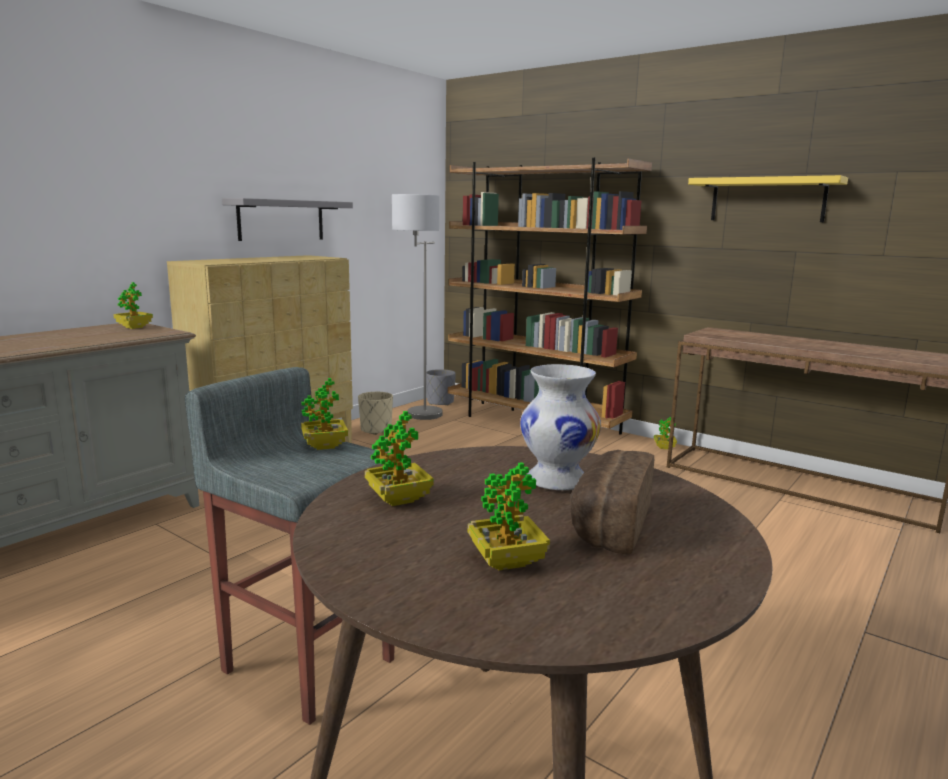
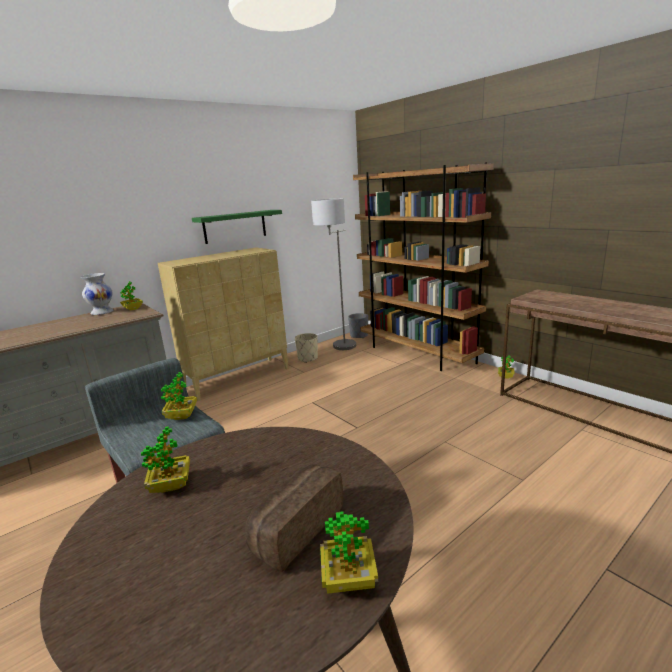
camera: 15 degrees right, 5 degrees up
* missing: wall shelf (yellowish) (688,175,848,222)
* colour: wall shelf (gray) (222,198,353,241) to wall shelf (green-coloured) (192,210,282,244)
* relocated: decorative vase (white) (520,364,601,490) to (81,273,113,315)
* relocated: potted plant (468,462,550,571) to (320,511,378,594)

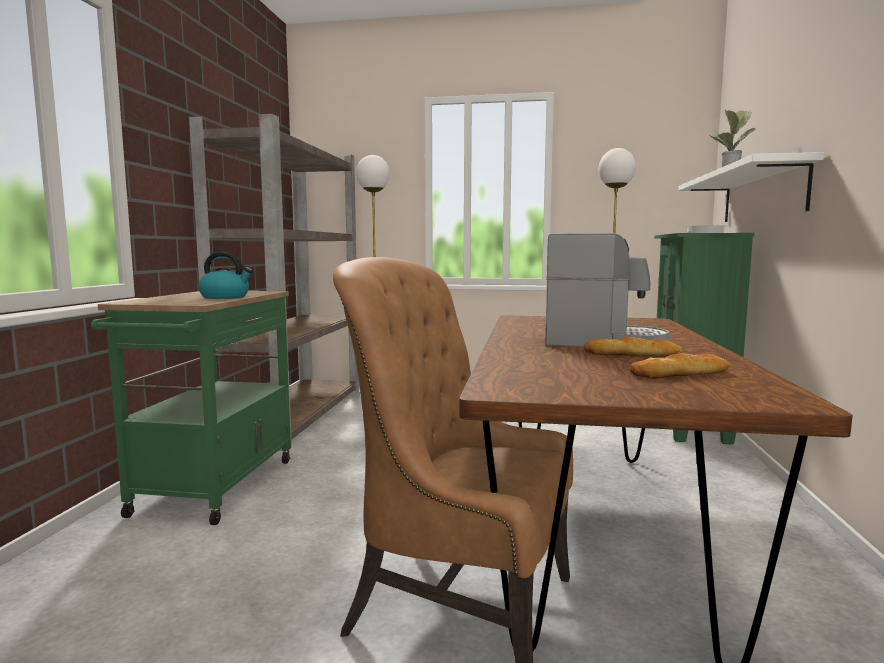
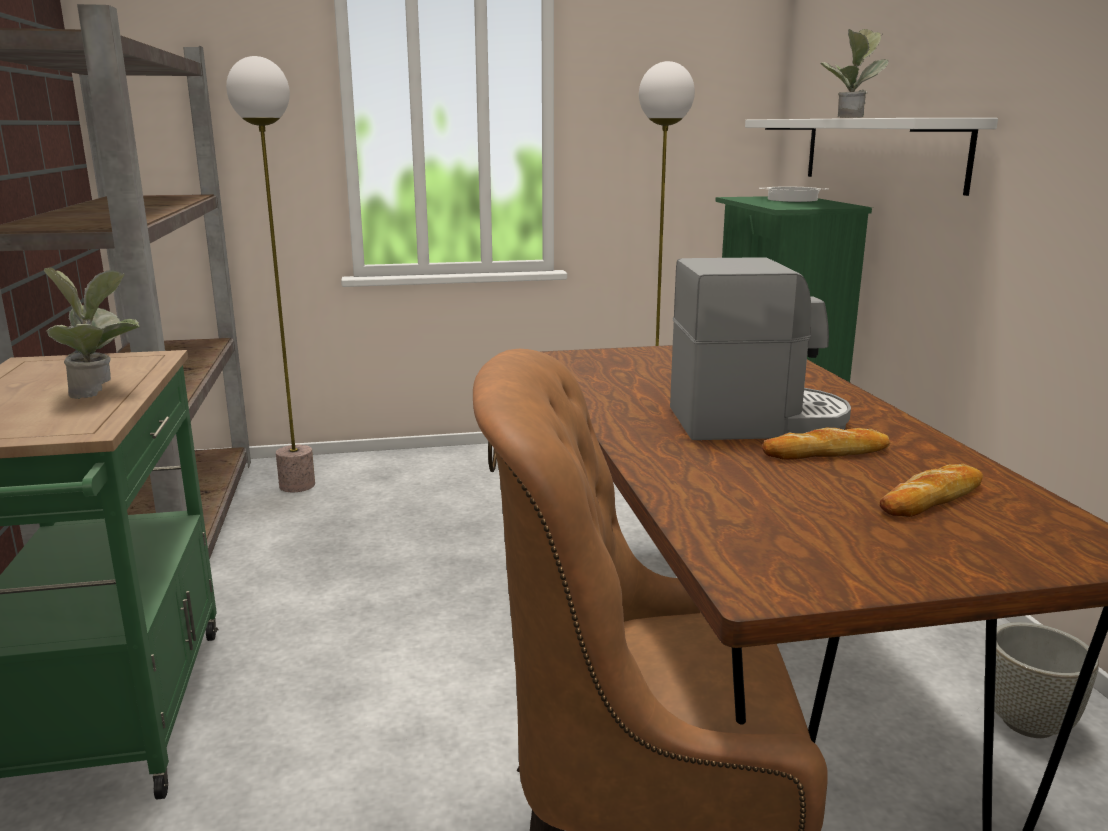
camera: 20 degrees left, 10 degrees up
* exchanged: water kettle (198,252,253,299) to potted plant (44,267,140,399)
* appeared: planter (gray) (994,622,1099,738)

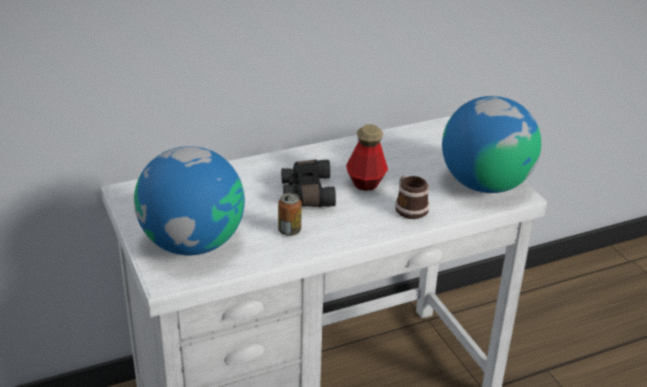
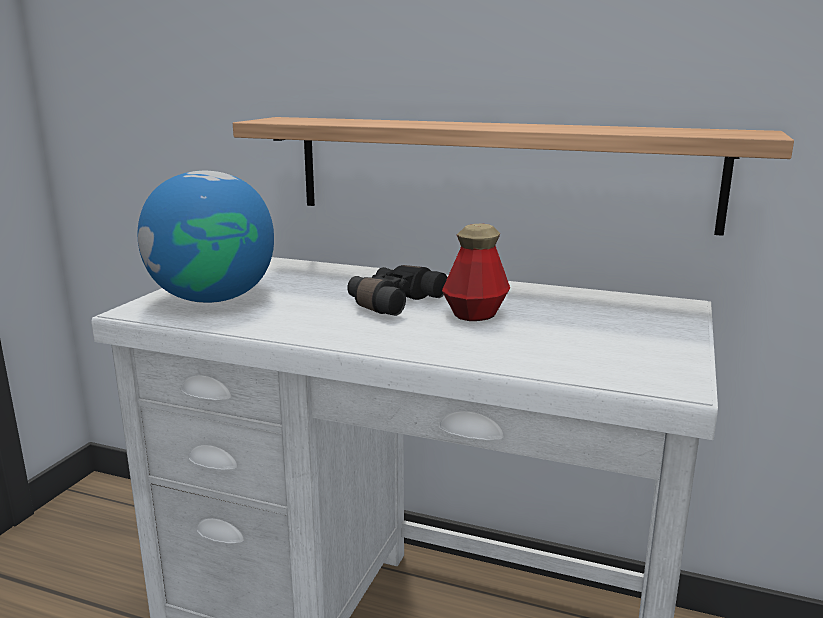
camera: 45 degrees right, 15 degrees down
* missing: desk globe (442,96,541,193)
* missing: coffee mug (395,175,429,219)
* missing: metal can (278,193,302,236)
* appeared: wall shelf (233,117,794,236)

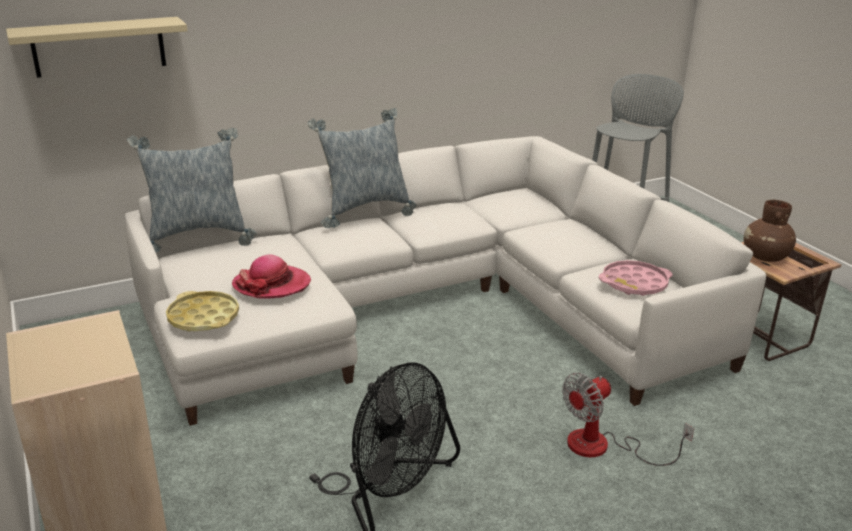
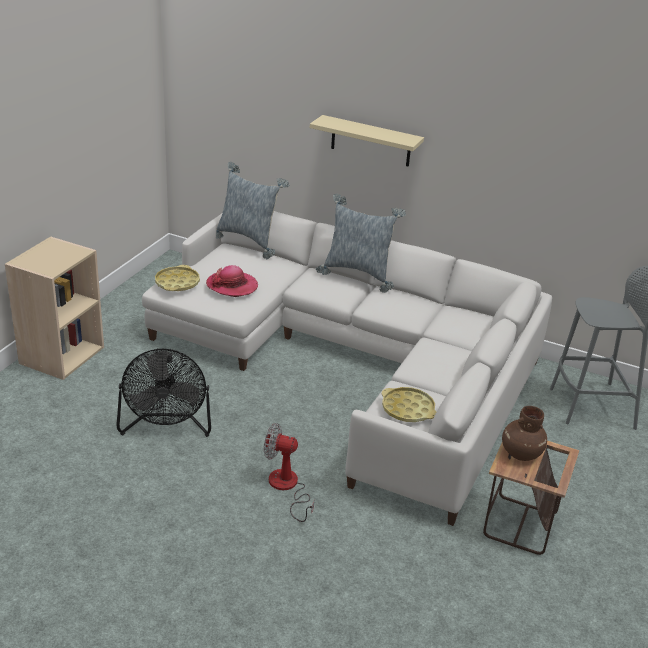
camera: 50 degrees right, 5 degrees up
* relocated: wall shelf (beige-coloured) (6,17,187,78) to (310,115,424,167)
* colour: carrying tray (pinkish) (599,260,673,296) to carrying tray (yellowish) (382,387,436,422)

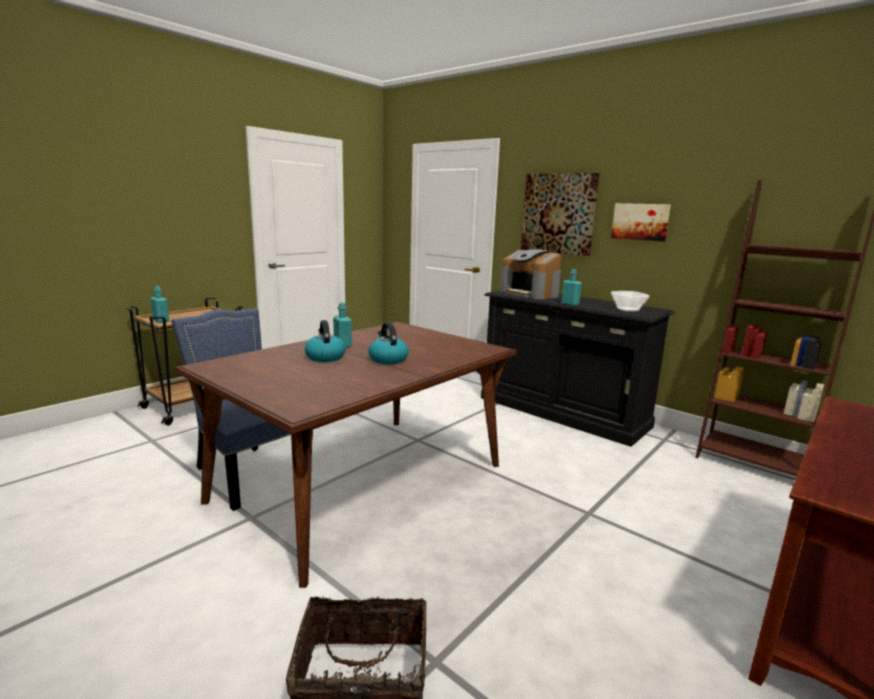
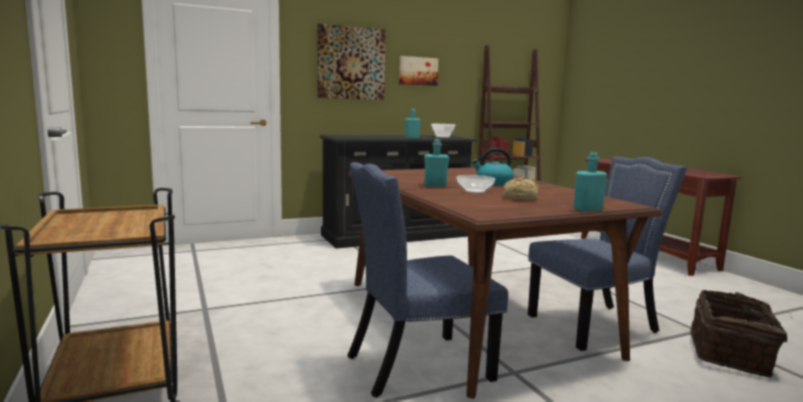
camera: 65 degrees left, 5 degrees down
* missing: coffee maker (500,249,562,299)
* relocated: beverage bottle (turquoise) (150,286,169,323) to (574,152,607,212)
* exchanged: water kettle (305,320,345,362) to deep dish (457,175,495,193)
* appeared: chair (bluish) (528,156,687,351)
* appeared: bakery bread (503,177,539,201)

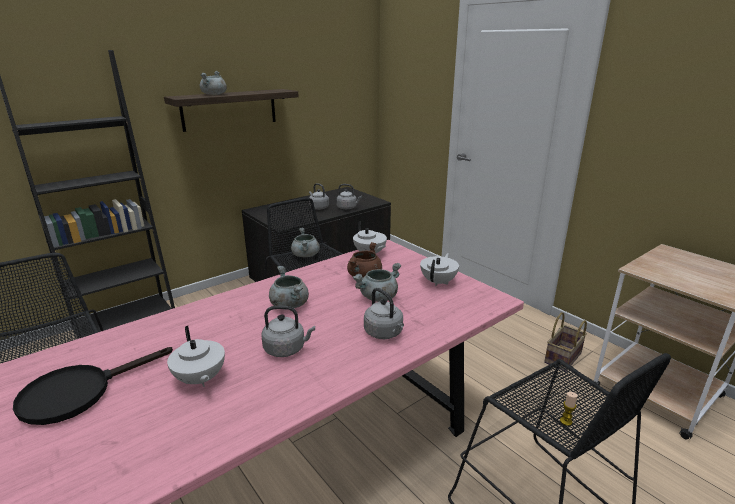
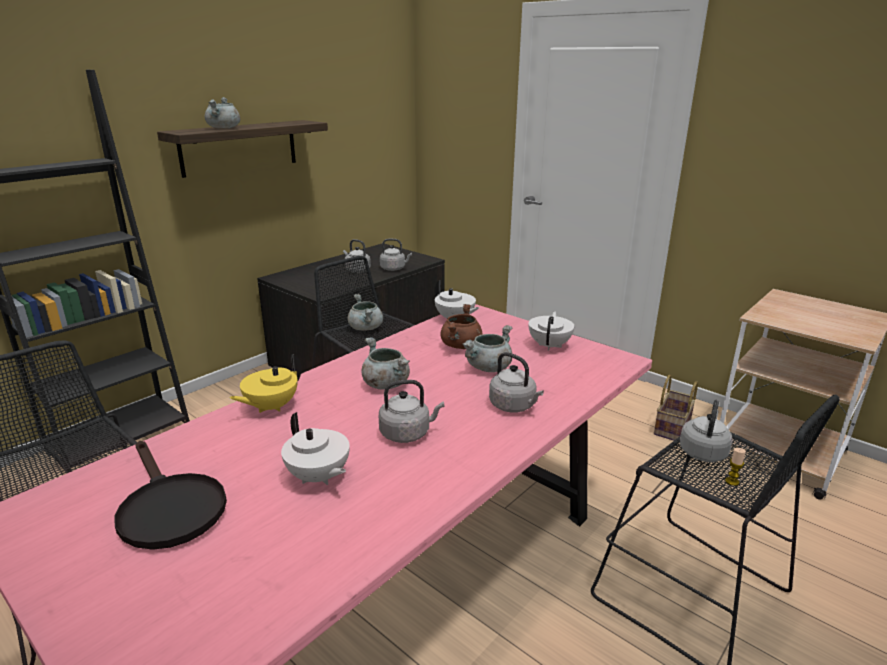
camera: 10 degrees left, 0 degrees up
* spun: skillet (blackish) (13,347,173,425) = (114,441,227,550) 75 degrees counterclockwise
* appeared: pot for tea (yellowish) (230,354,302,413)
* appeared: water kettle (gray) (680,400,733,462)

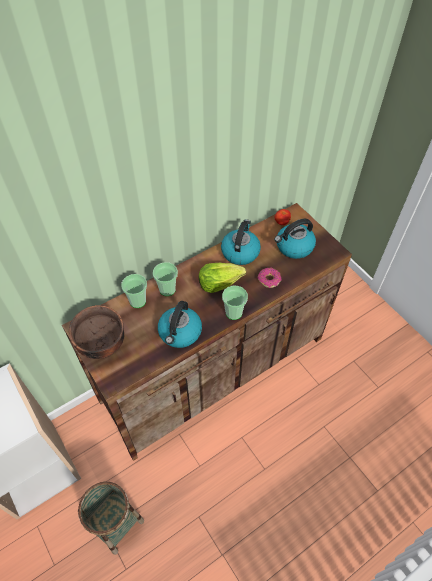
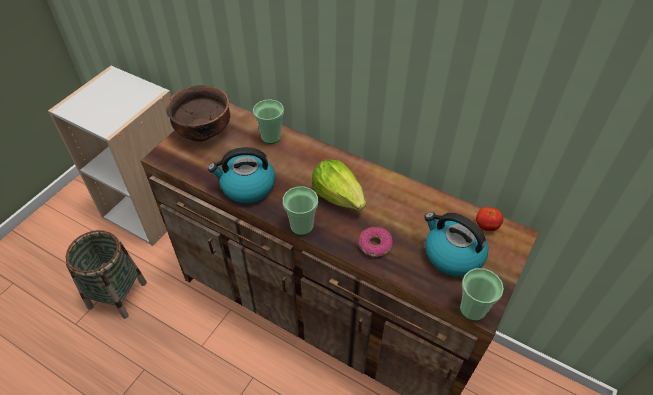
camera: 65 degrees right, 5 degrees down
* missing: water kettle (221,219,261,265)
* relocated: cup (153,262,178,296) to (460,268,504,321)

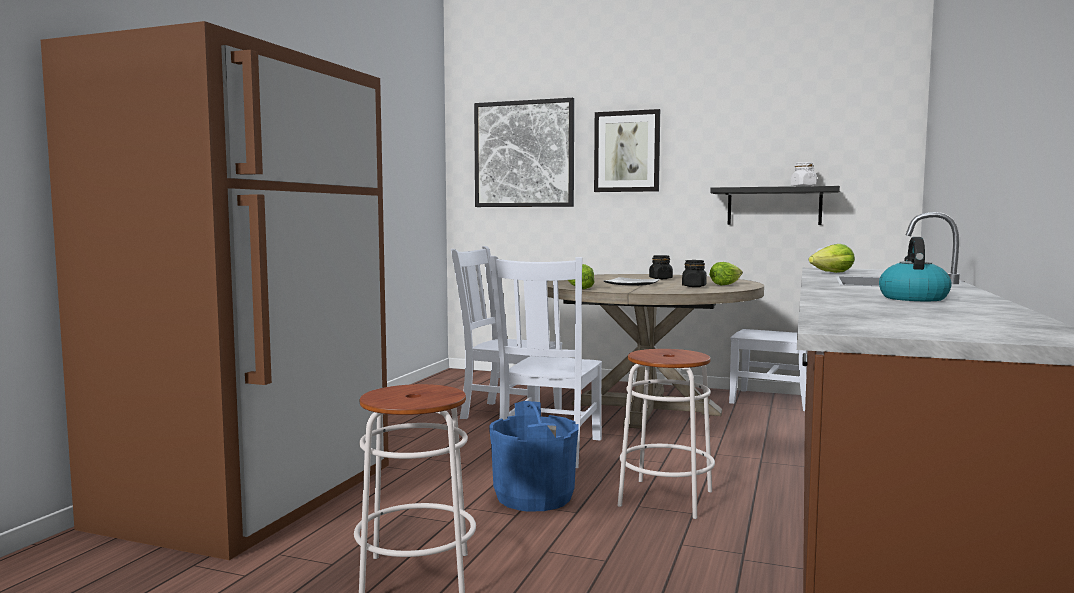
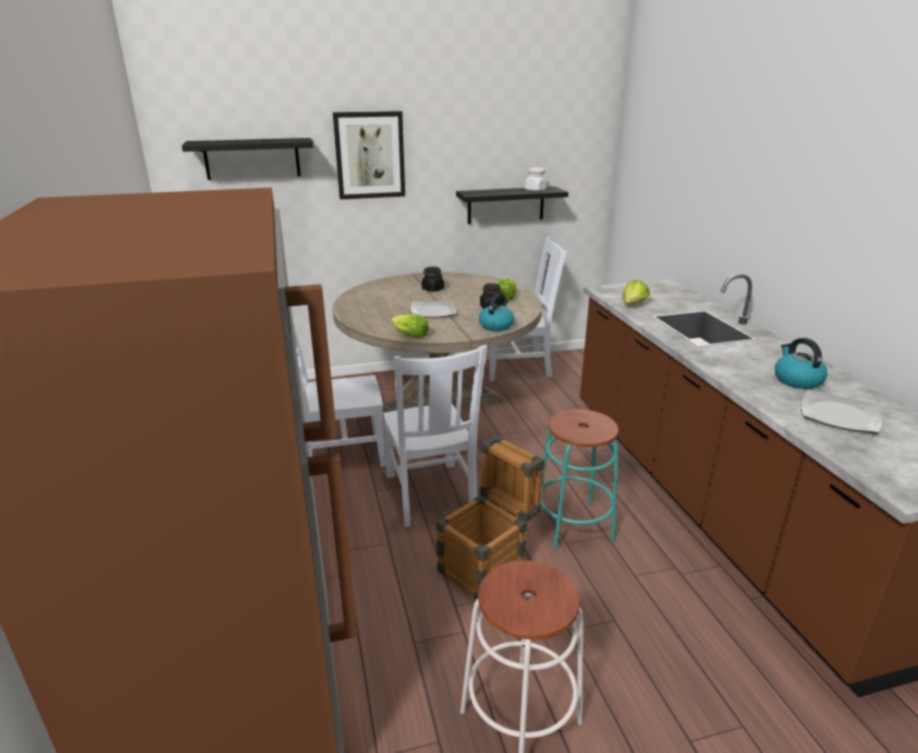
camera: 35 degrees left, 20 degrees up
* exchanged: wall art (474,98,574,207) to wall shelf (blackish) (182,138,314,180)
* colour: stool (white) (618,349,715,519) to stool (turquoise) (541,409,619,550)
* exchanged: water bucket (bluish) (489,401,578,512) to packing crate (436,435,545,600)
* appeared: water kettle (479,293,514,331)
* appeared: dinner plate (801,390,882,433)

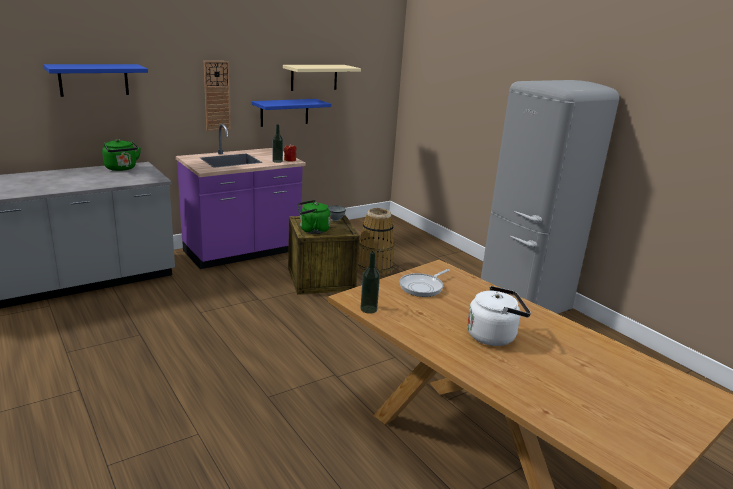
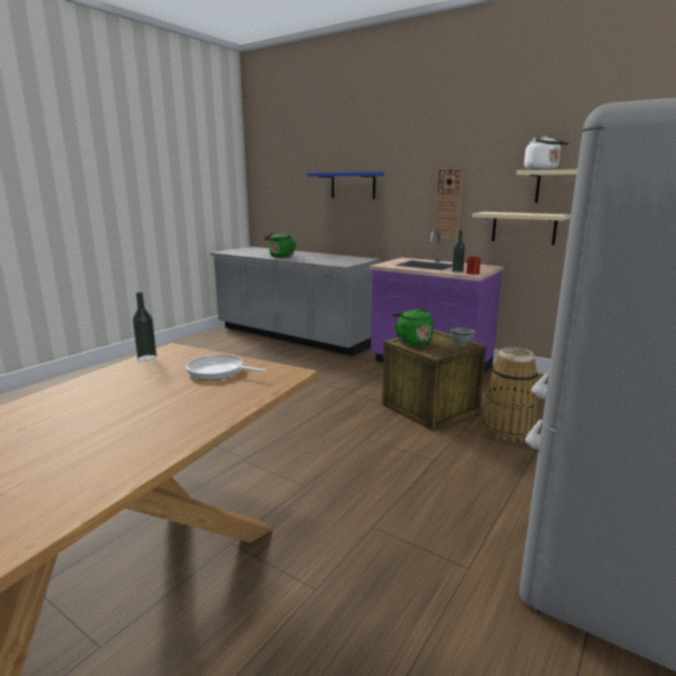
camera: 70 degrees right, 5 degrees down
* colour: wall shelf (bluish) (252,99,331,127) to wall shelf (beige-coloured) (472,212,571,245)
* relocated: water kettle (green-coloured) (102,139,141,171) to (264,232,296,258)
* relocated: water kettle (white) (467,286,531,346) to (524,136,569,170)

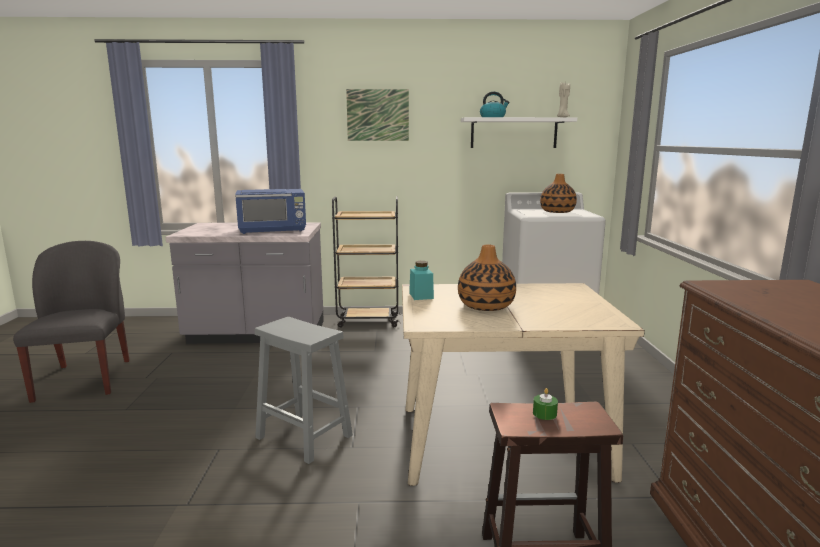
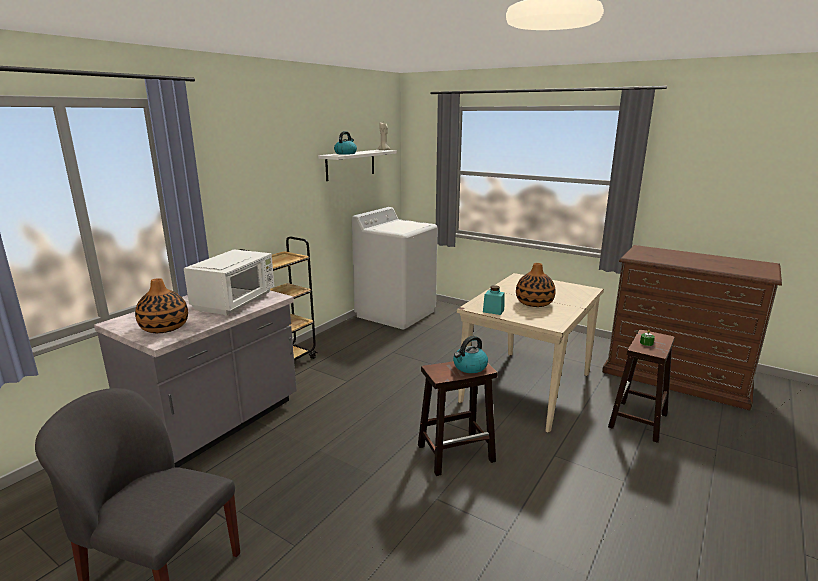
camera: 55 degrees left, 5 degrees up
* missing: wall art (346,89,409,141)
* relocated: decorative vase (540,174,577,213) to (135,278,188,333)
* colour: microwave oven (bluish) (235,189,306,234) to microwave oven (white) (184,249,274,316)
* colour: stool (gray) (255,317,353,464) to stool (brown) (418,361,498,476)
* appeared: water kettle (453,336,488,373)

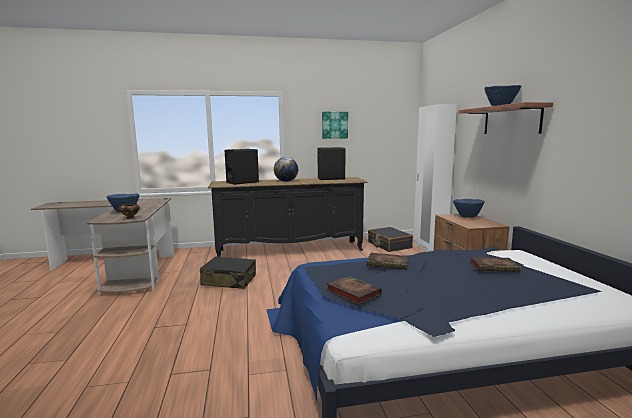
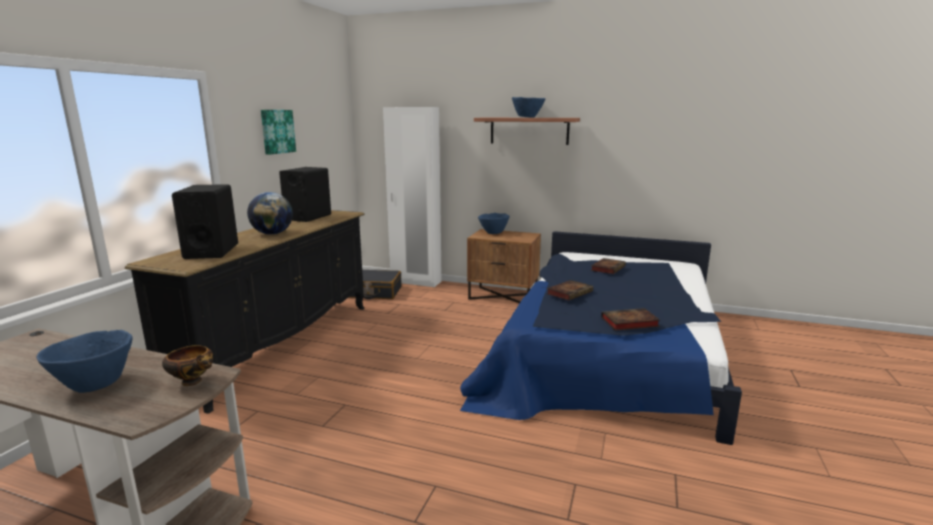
camera: 60 degrees left, 5 degrees up
* missing: travel case (blackish) (200,256,256,289)

